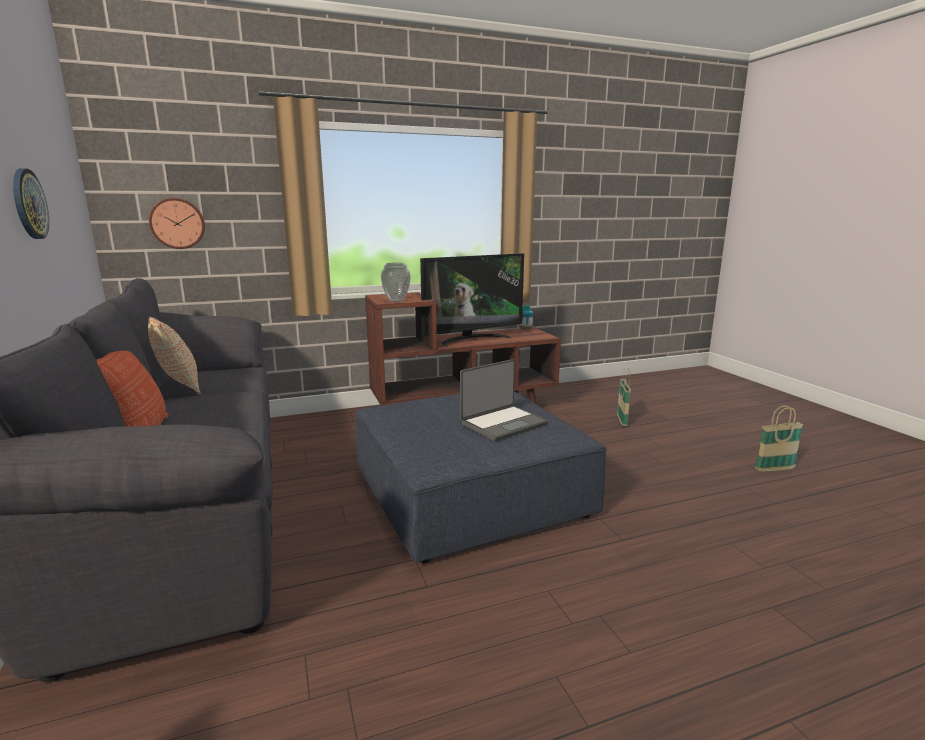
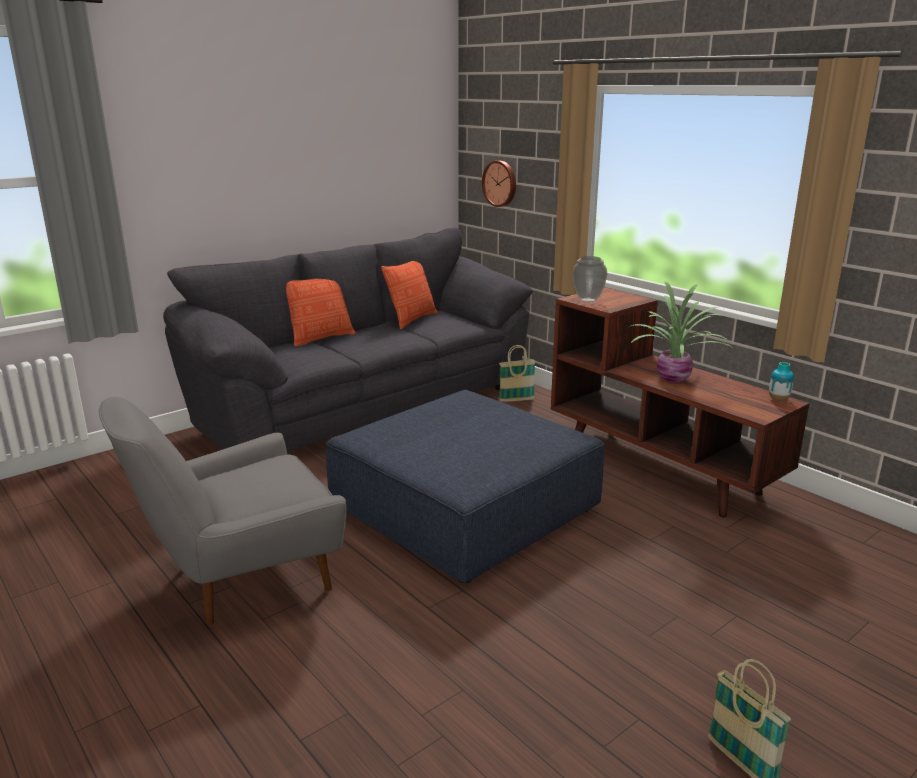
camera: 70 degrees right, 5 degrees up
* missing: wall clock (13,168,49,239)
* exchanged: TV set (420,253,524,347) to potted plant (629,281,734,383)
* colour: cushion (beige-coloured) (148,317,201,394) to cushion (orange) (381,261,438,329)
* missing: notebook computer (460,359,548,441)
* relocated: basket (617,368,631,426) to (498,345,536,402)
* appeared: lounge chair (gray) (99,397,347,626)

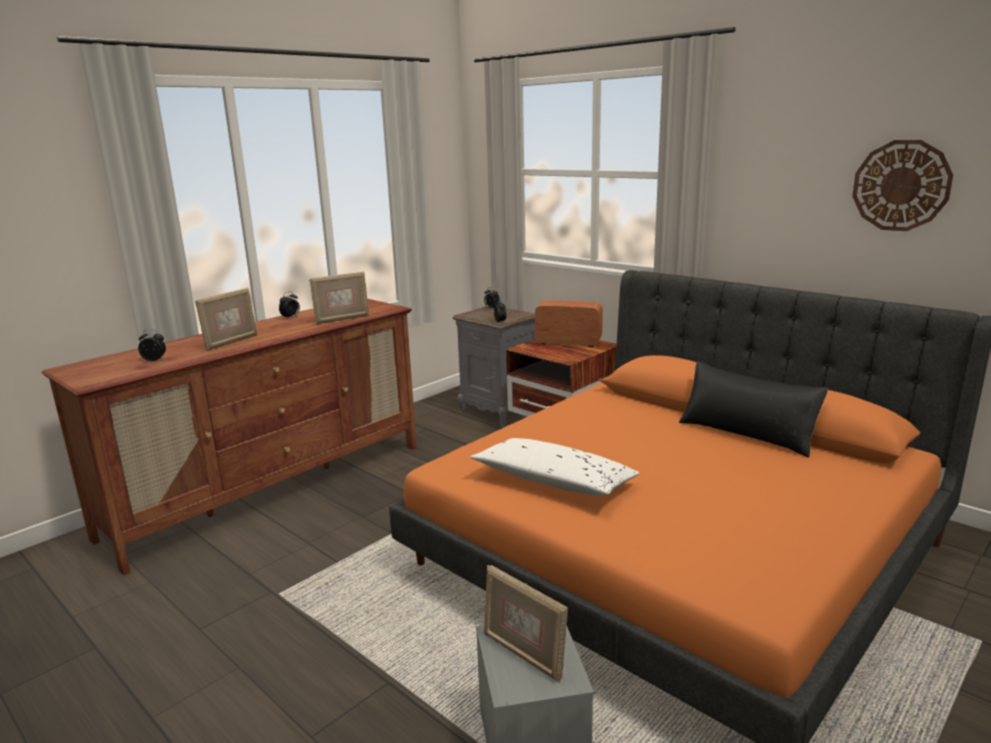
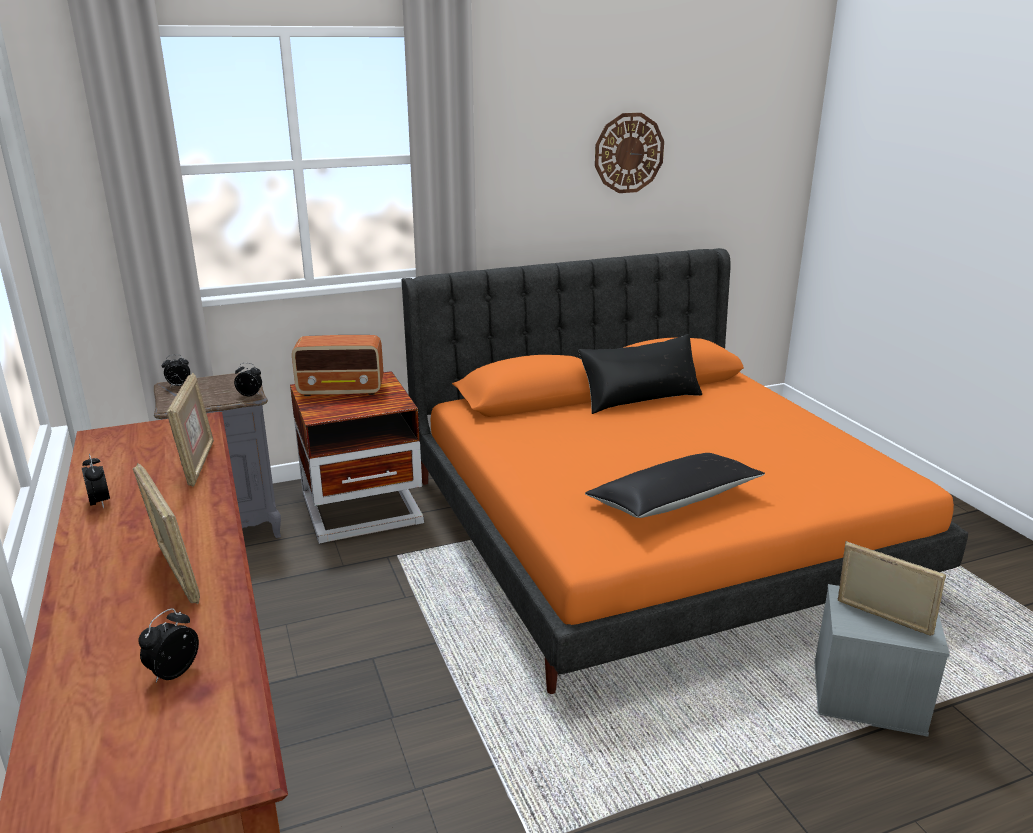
camera: 65 degrees left, 5 degrees up
* spun: radio (535,300,603,347) = (292,335,383,396) 135 degrees counterclockwise
* colour: cushion (white) (470,438,640,496) to cushion (blackish) (585,453,765,518)
* spun: picture frame (484,565,568,683) = (838,541,946,636) 120 degrees counterclockwise

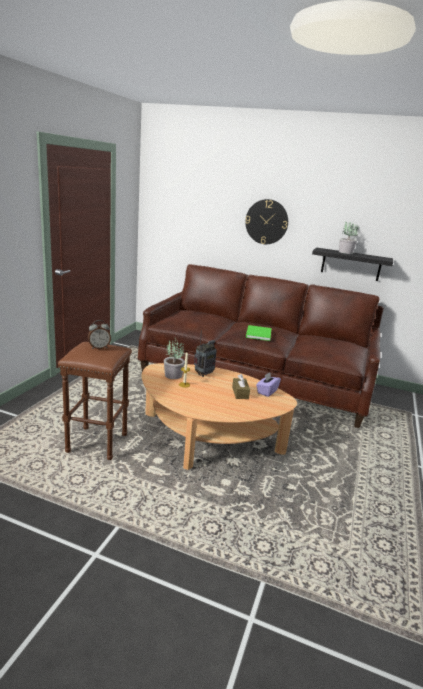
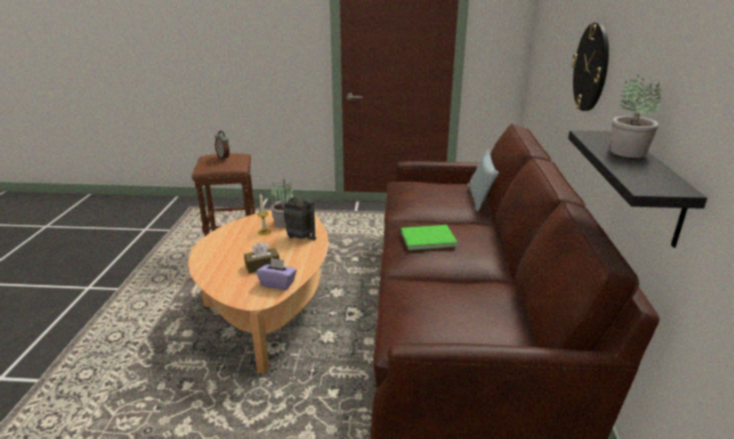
camera: 75 degrees right, 5 degrees up
* appeared: cushion (bluish) (468,149,499,212)

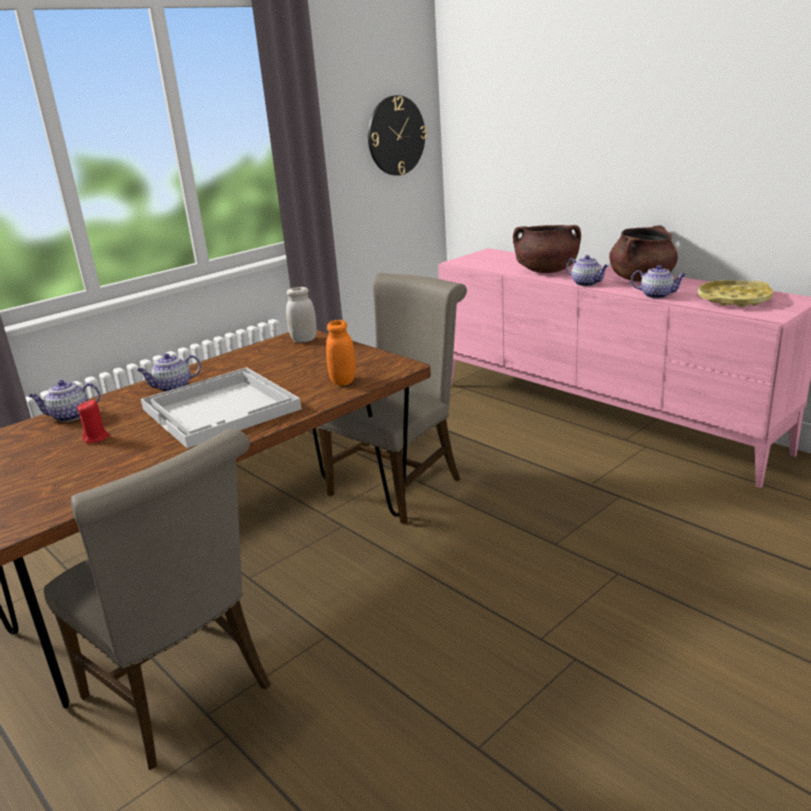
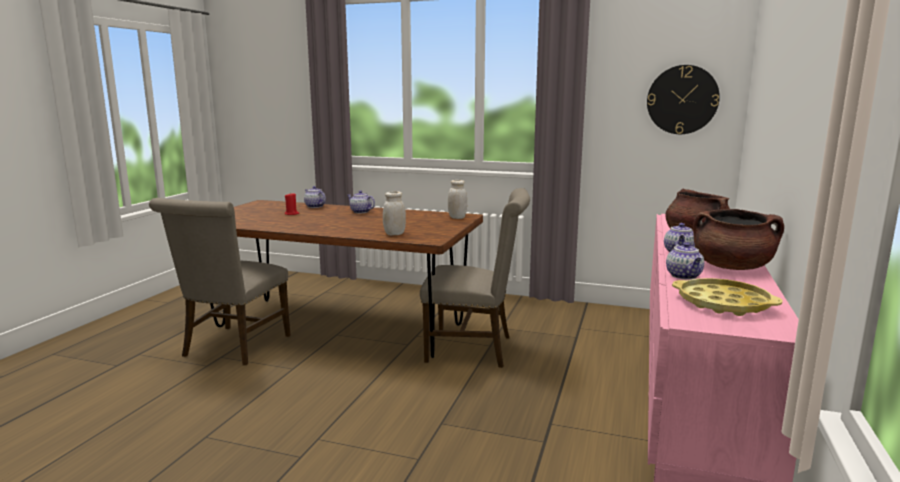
camera: 60 degrees right, 10 degrees down
* colour: preserve jar (orange) (326,320,356,385) to preserve jar (white) (383,191,406,235)
* missing: carrying tray (white) (141,367,301,448)

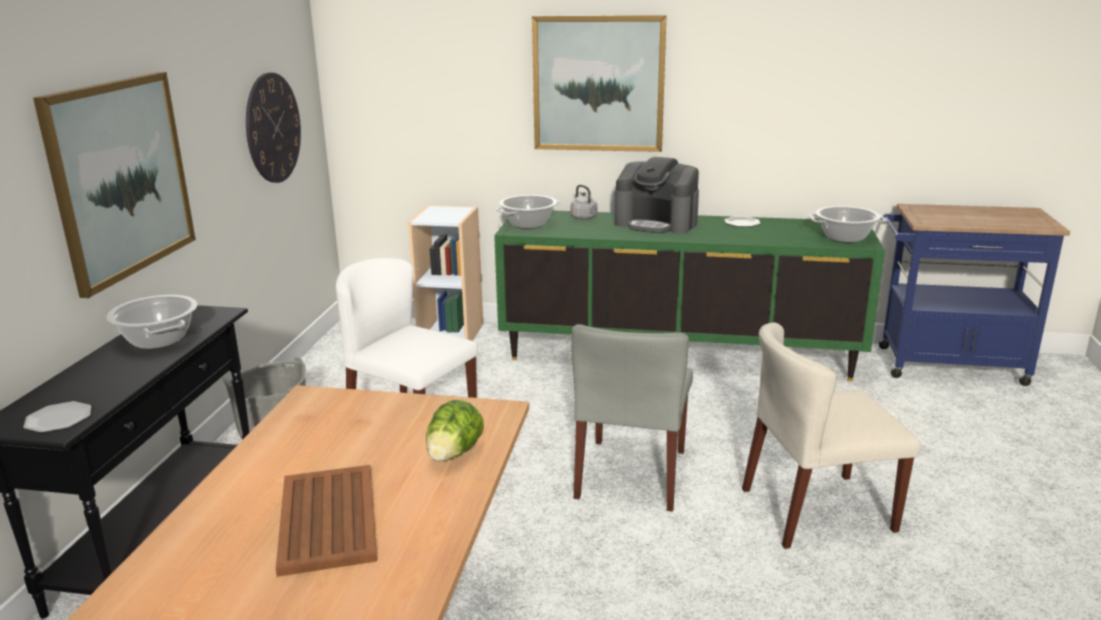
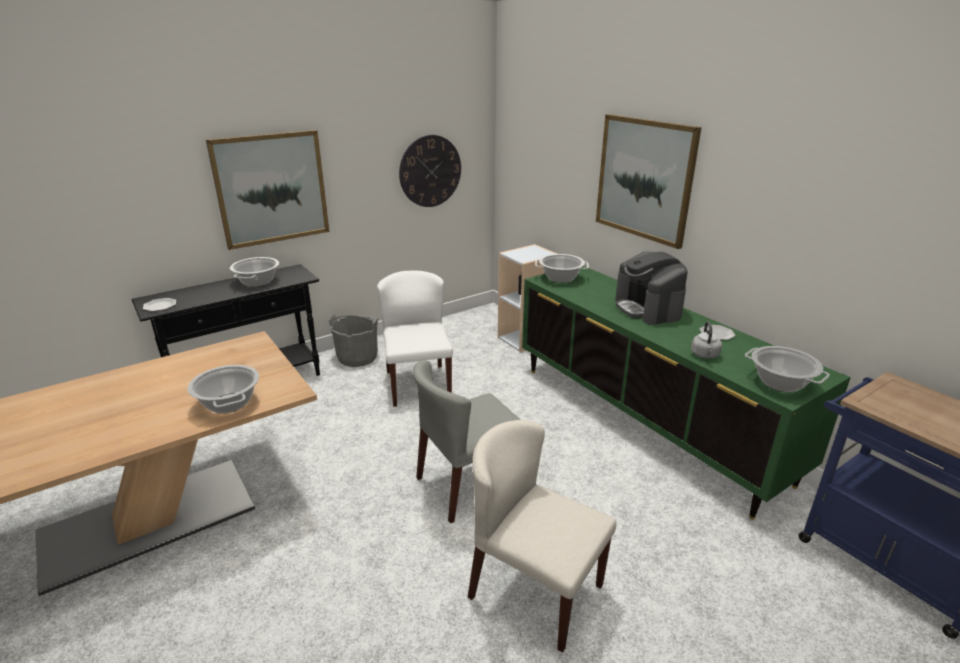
camera: 45 degrees right, 5 degrees up
* relocated: water kettle (gray) (571,185,598,220) to (691,321,722,359)
* exchanged: head of lettuce (426,400,484,461) to cooking pot (187,365,259,414)
* missing: carrying tray (brown) (276,465,377,577)

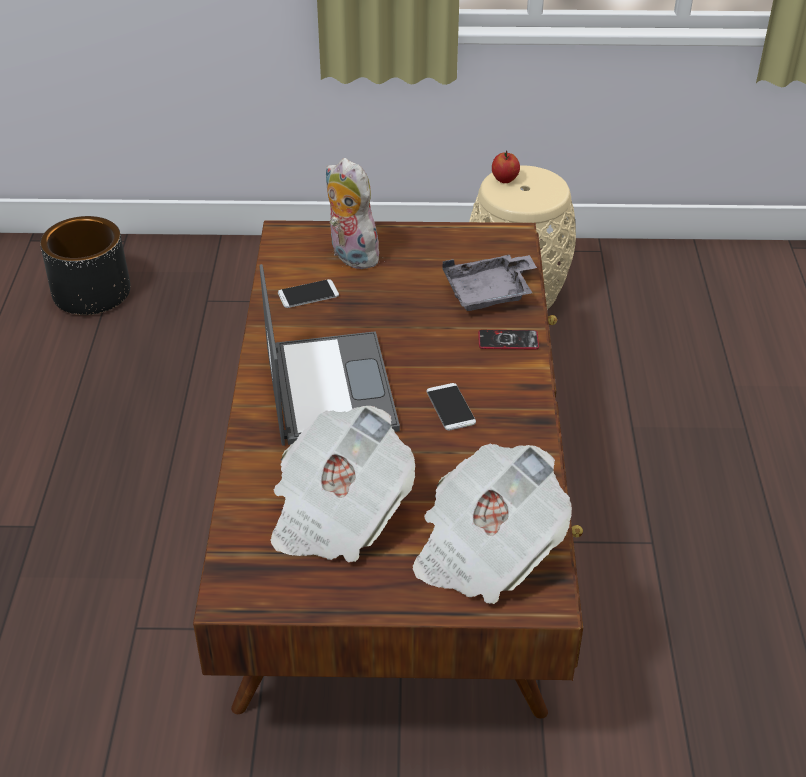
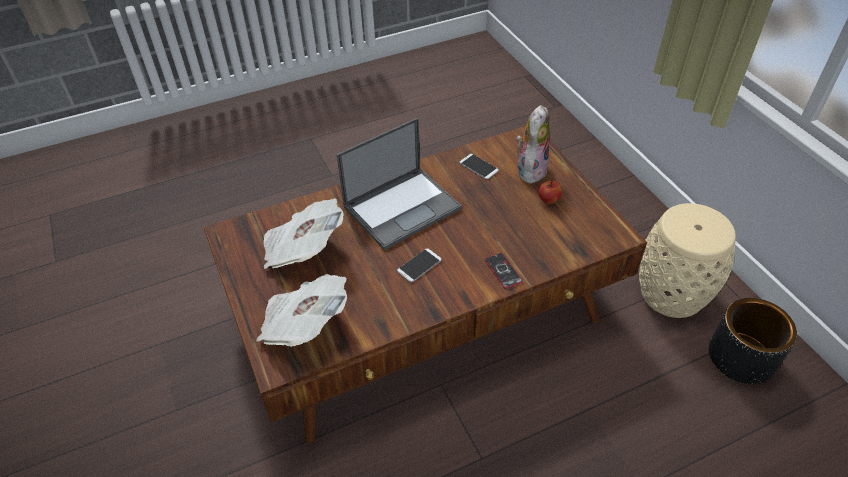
camera: 65 degrees right, 5 degrees up
* relocated: apple fruit (492,151,520,183) to (538,180,562,204)
* relocated: planter (blackish) (40,216,130,315) to (709,298,797,384)
* missing: carrying tray (gray) (442,255,537,311)

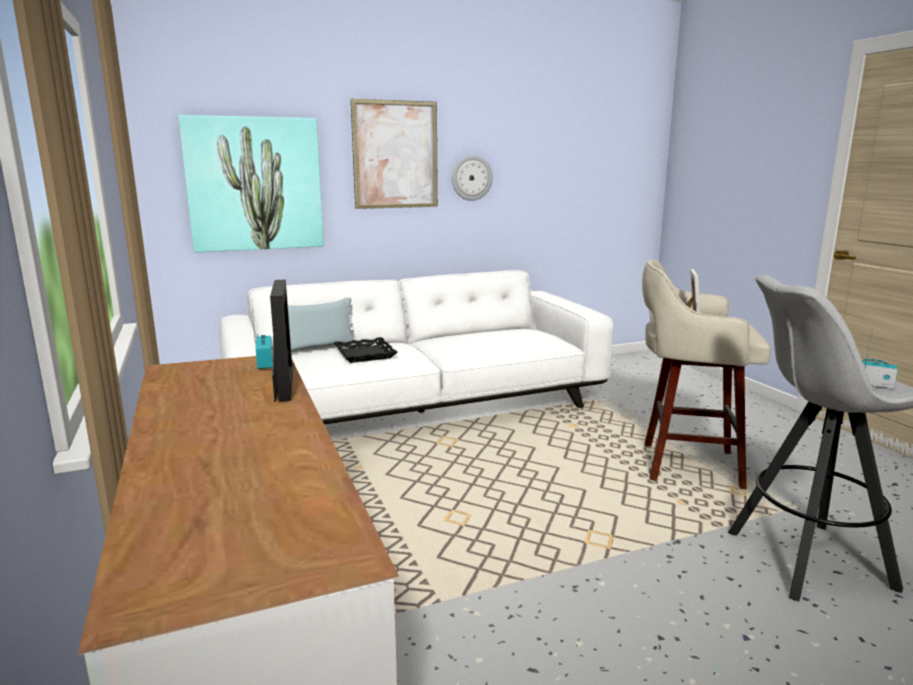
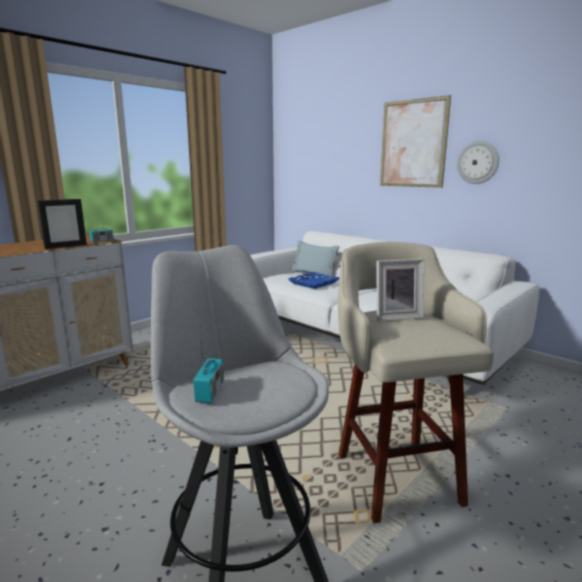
camera: 65 degrees right, 0 degrees up
* missing: wall art (178,115,324,252)
* colour: carrying tray (blackish) (334,337,398,363) to carrying tray (bluish) (288,272,340,289)

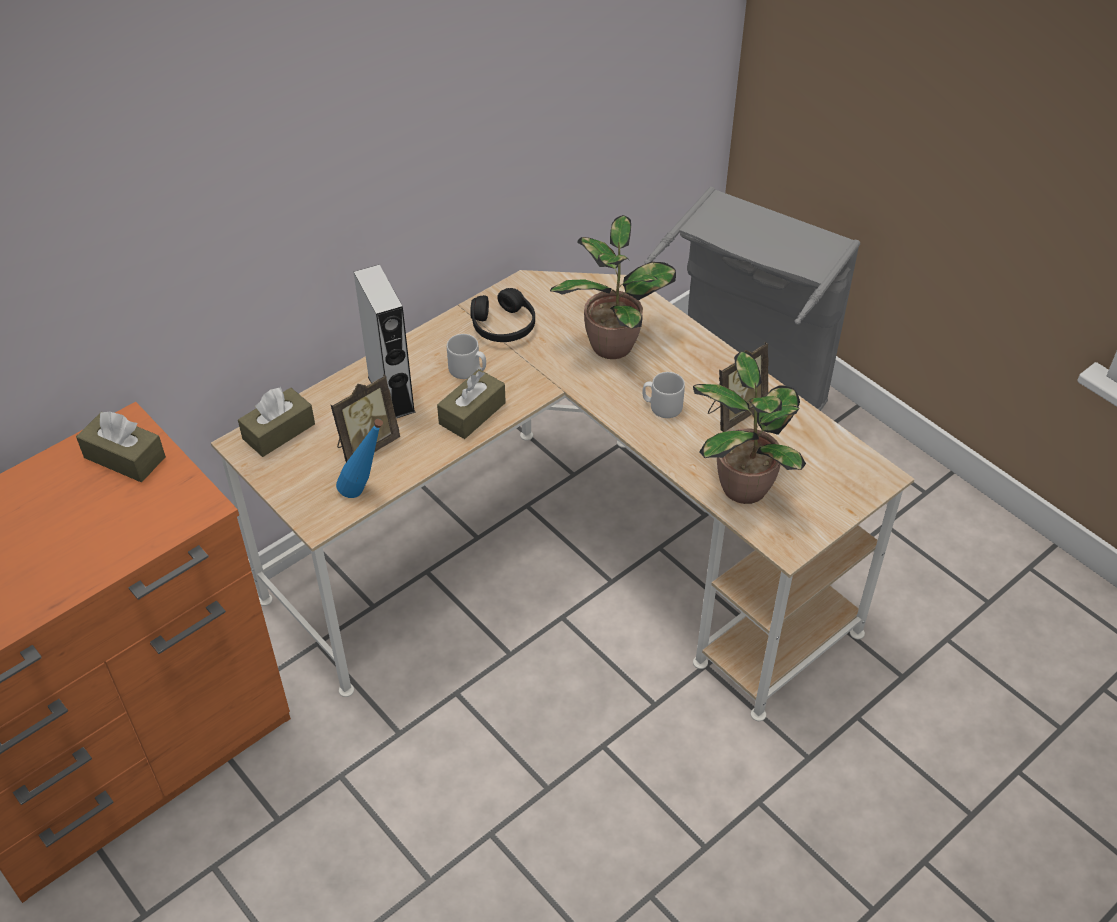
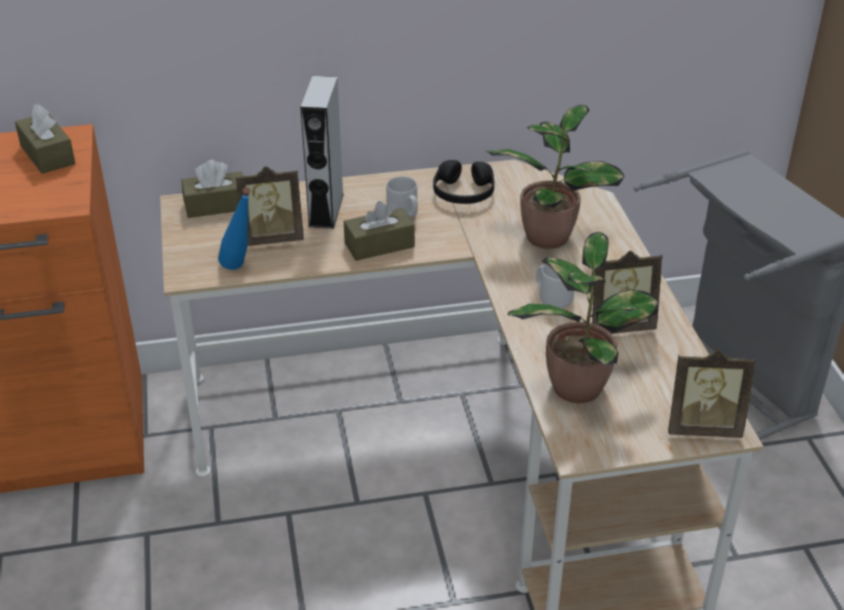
camera: 30 degrees right, 10 degrees down
* appeared: picture frame (668,349,756,438)

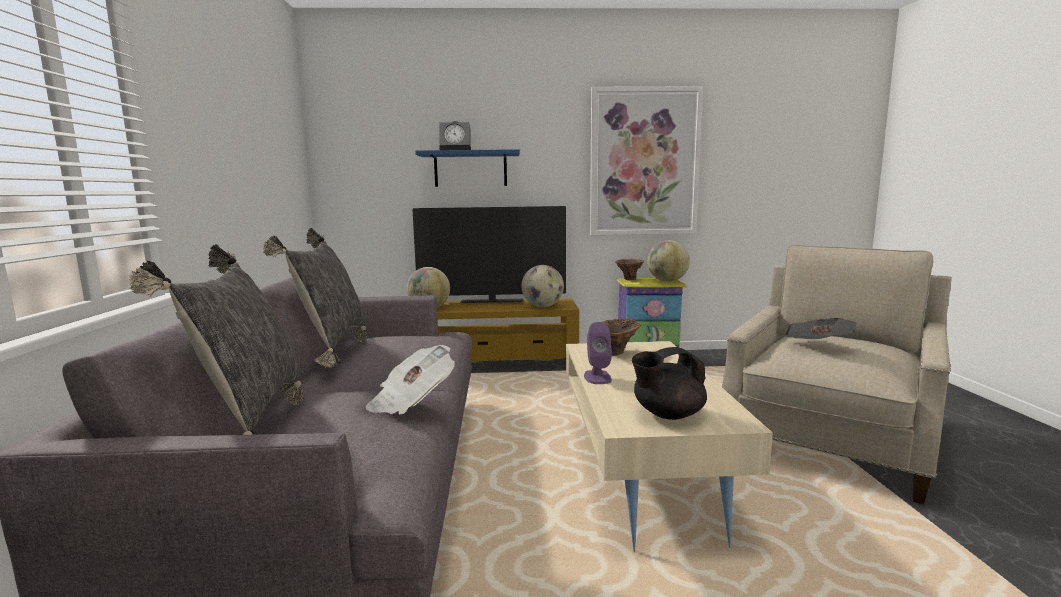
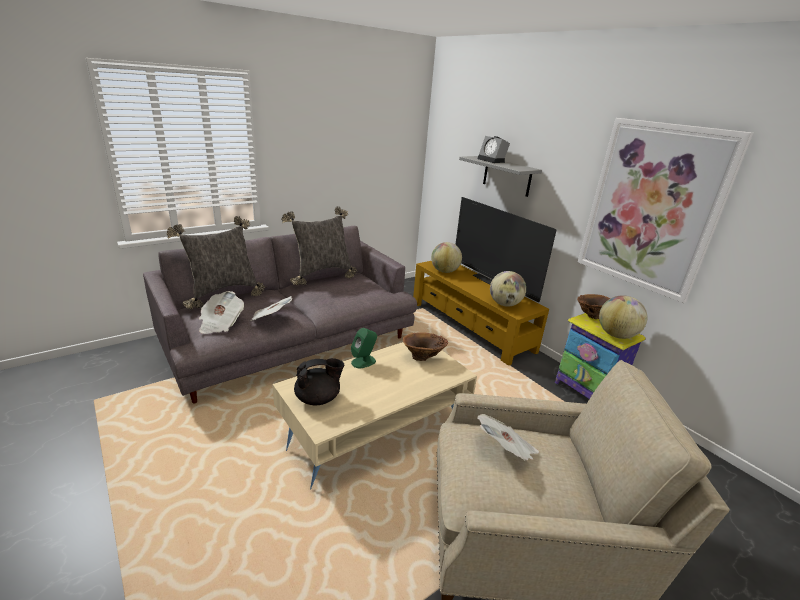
camera: 55 degrees right, 15 degrees up
* colour: wall shelf (bluish) (415,149,520,187) to wall shelf (gray) (459,156,542,197)
* colour: audio speaker (purplish) (584,322,612,384) to audio speaker (green-coloured) (351,328,377,368)
* spun: pot for tea (blackish) (632,347,707,420) = (294,358,344,405) 120 degrees clockwise
* appeared: newspaper (199,291,244,334)

